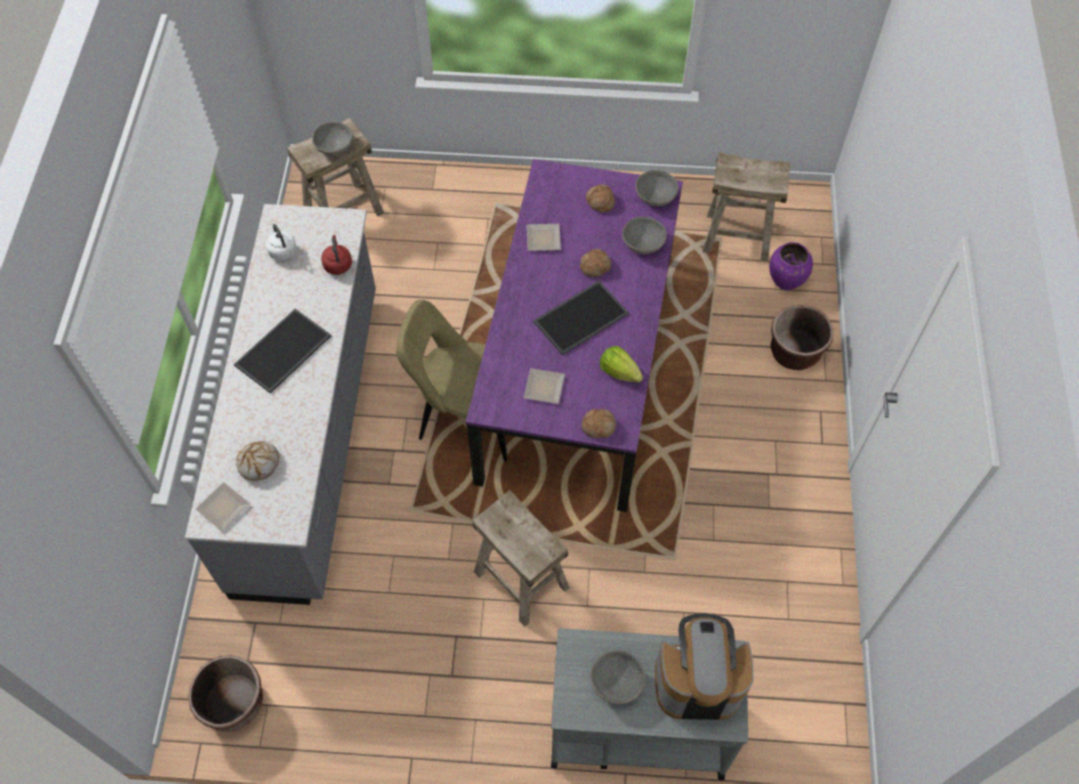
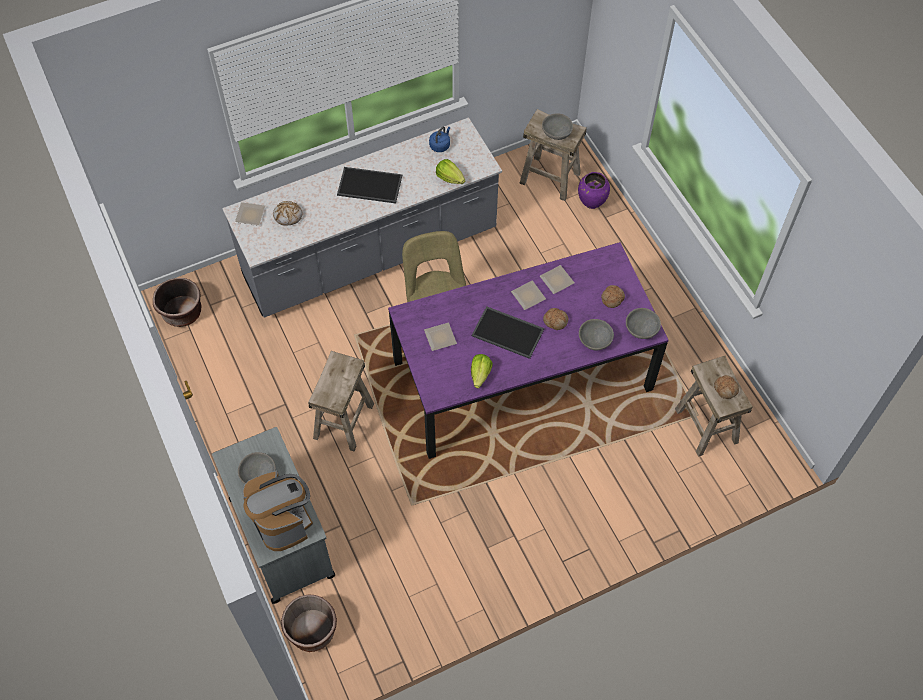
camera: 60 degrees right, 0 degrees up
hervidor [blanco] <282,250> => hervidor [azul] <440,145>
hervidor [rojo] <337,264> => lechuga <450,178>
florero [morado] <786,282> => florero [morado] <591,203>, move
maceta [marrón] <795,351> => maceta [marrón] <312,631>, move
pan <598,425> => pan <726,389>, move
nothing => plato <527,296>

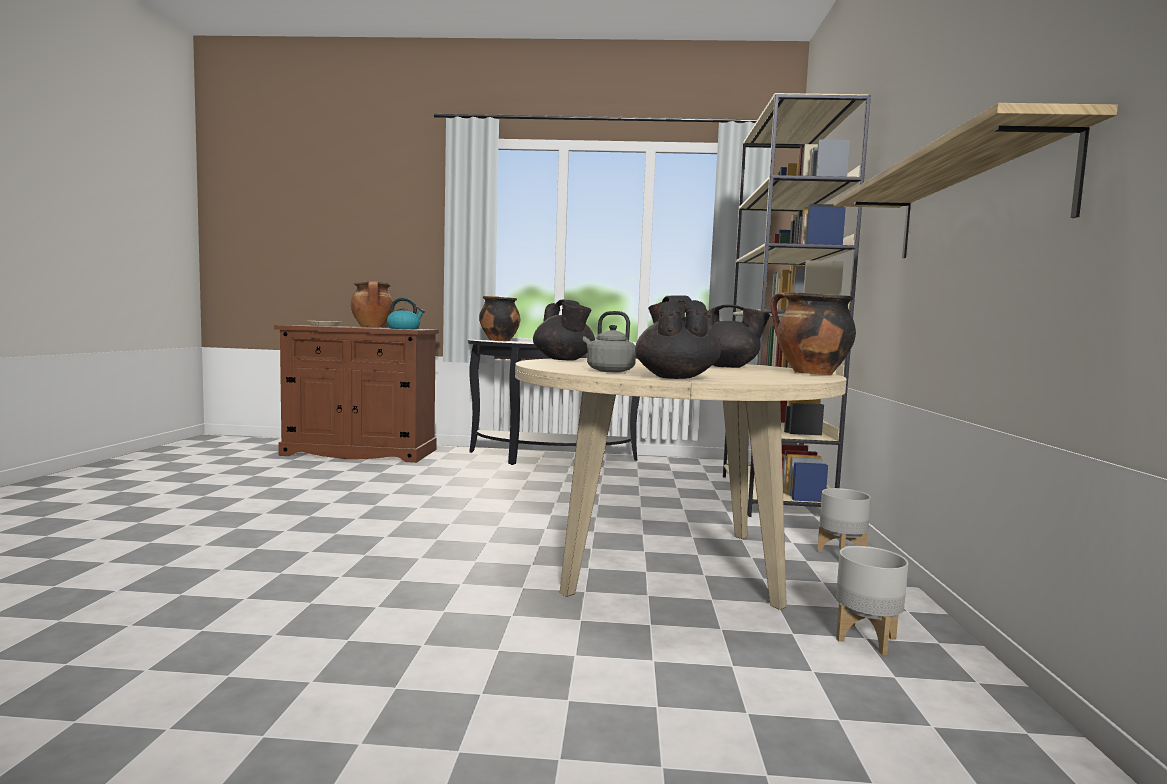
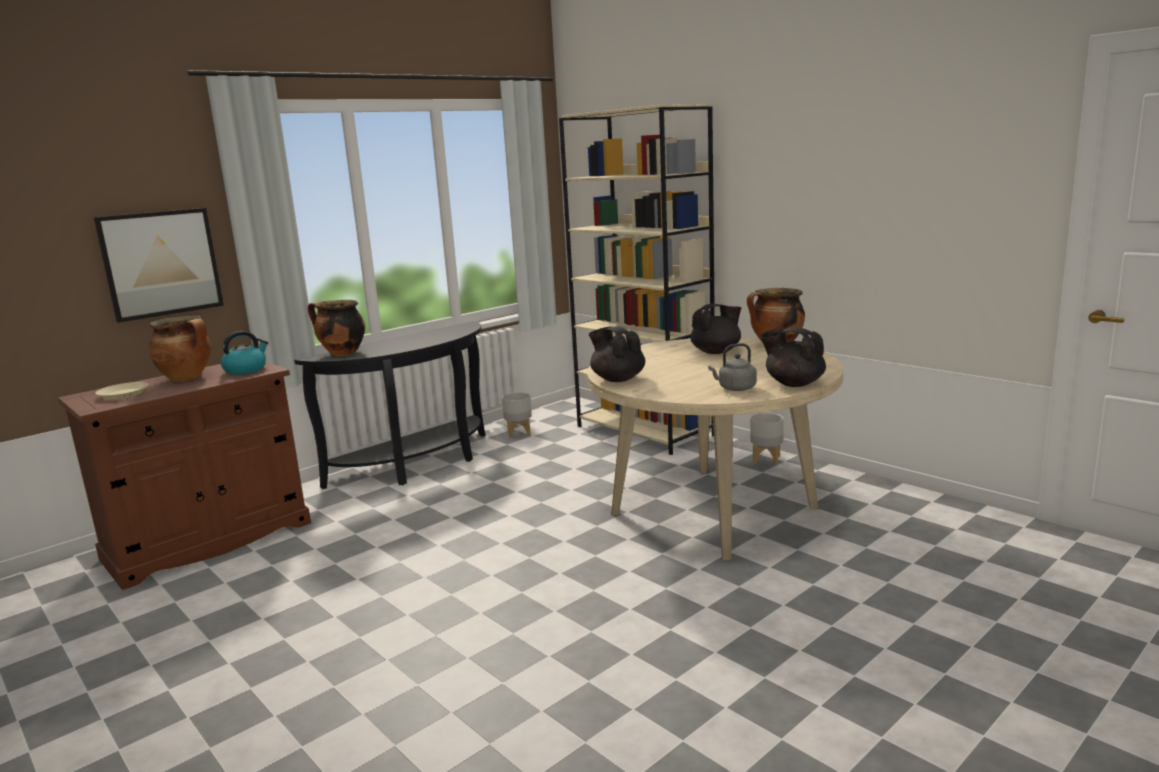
camera: 45 degrees left, 10 degrees up
estante <974,204> => nothing
tetera [negro] <564,360> => tetera [negro] <617,379>, 150 degrees counterclockwise
maceta [gris] <865,638> => maceta [gris] <518,433>, move
nothing => cuadro <161,263>

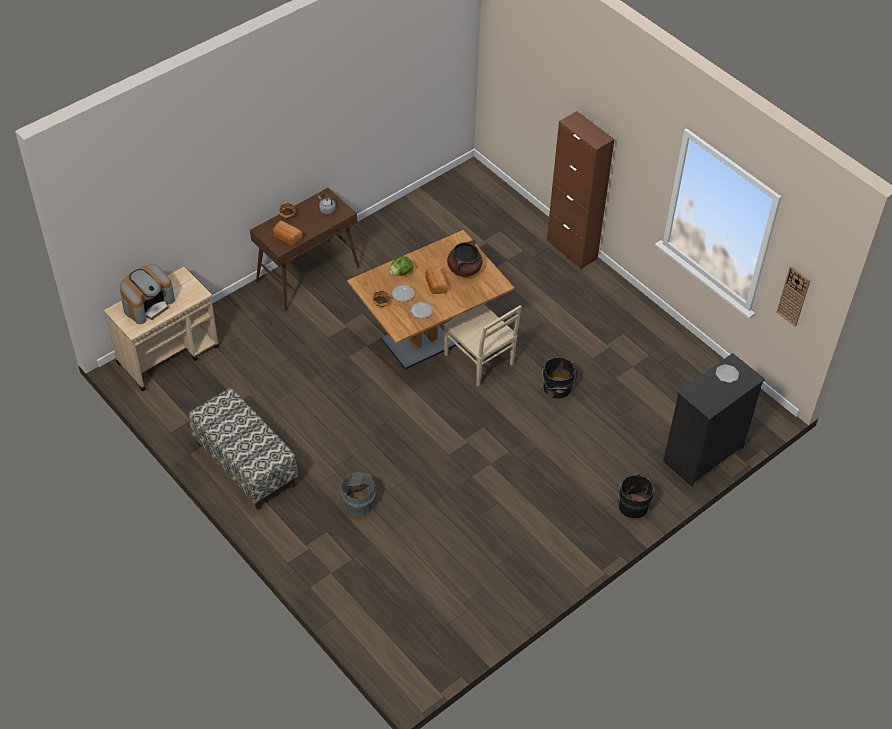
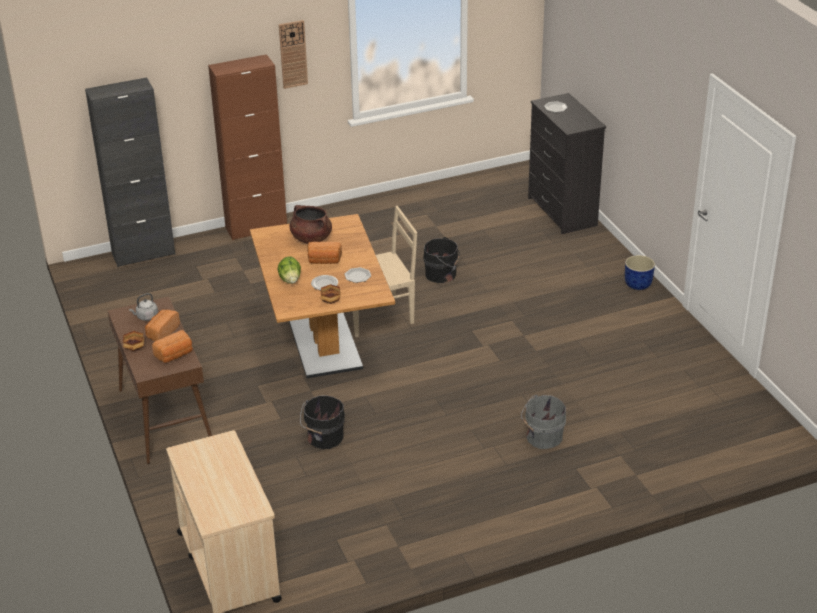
camera: 70 degrees left, 15 degrees down
cafetera <148,304> => nothing
reloj de pared <793,296> => reloj de pared <293,54>, move
banco <245,464> => nothing
cubo [negro] <631,505> => cubo [negro] <324,438>, move
nothing => armario [negro] <143,254>
nothing => maceta [azul] <638,284>
nothing => pan <162,332>

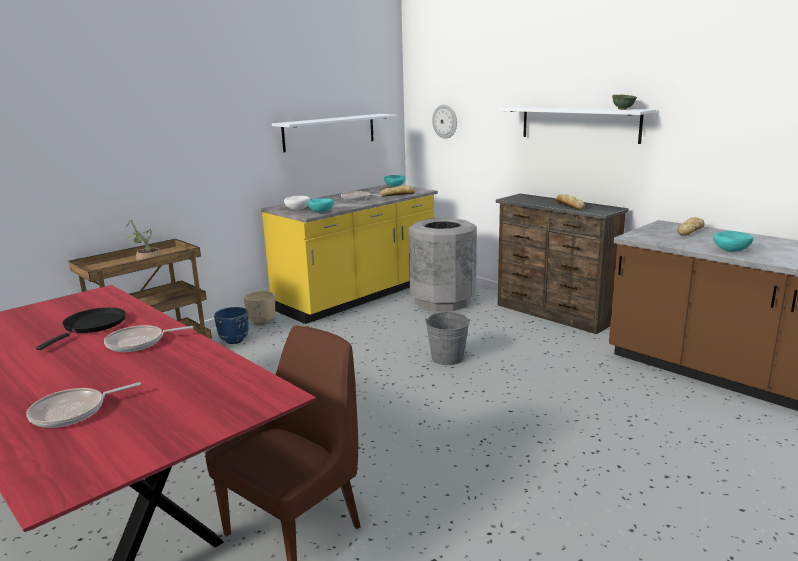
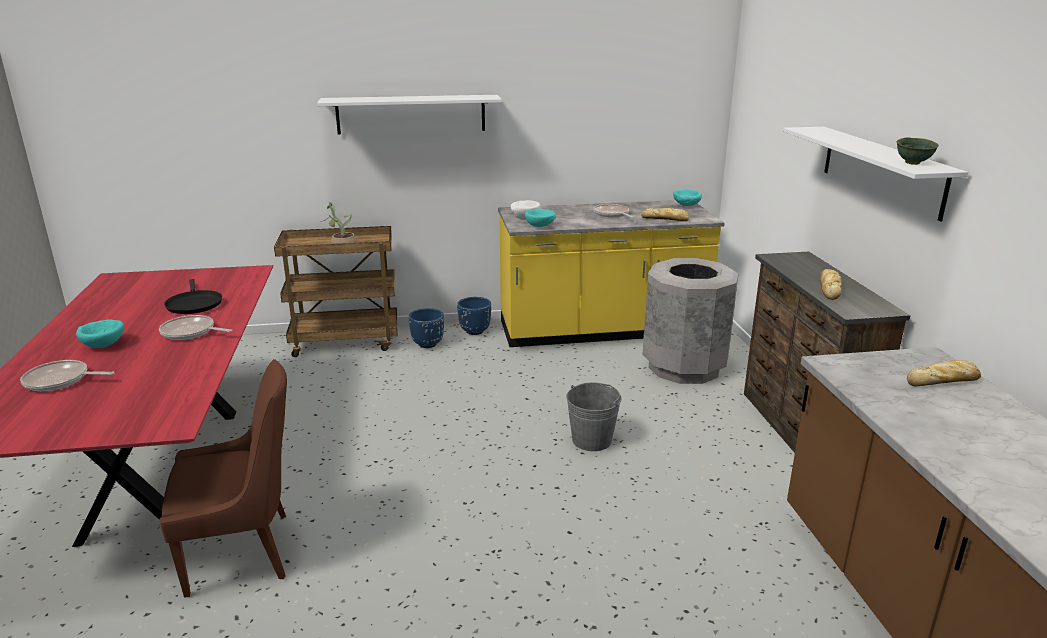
camera: 35 degrees right, 5 degrees up
reloj de pared <445,121> => nothing
estante [blanco] <329,132> => estante [blanco] <411,114>, move
cuenco [turquesa] <730,250> => cuenco [turquesa] <104,345>, move
maceta [beis] <261,322> => maceta [azul] <475,331>
sartén [negro] <92,326> => sartén [negro] <194,304>, 105 degrees clockwise

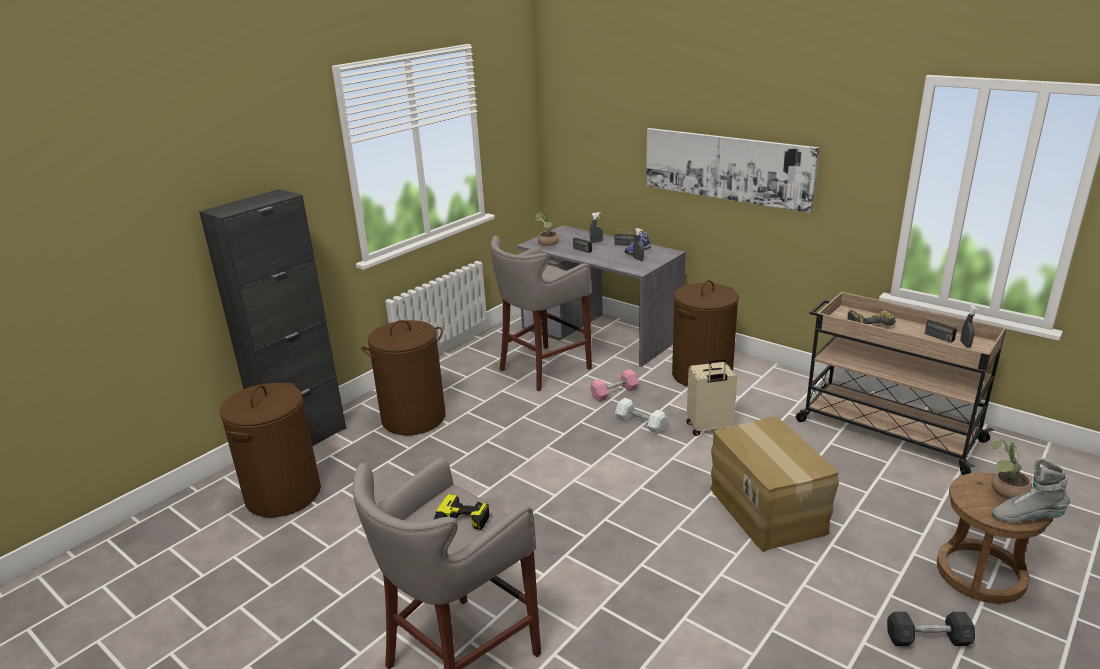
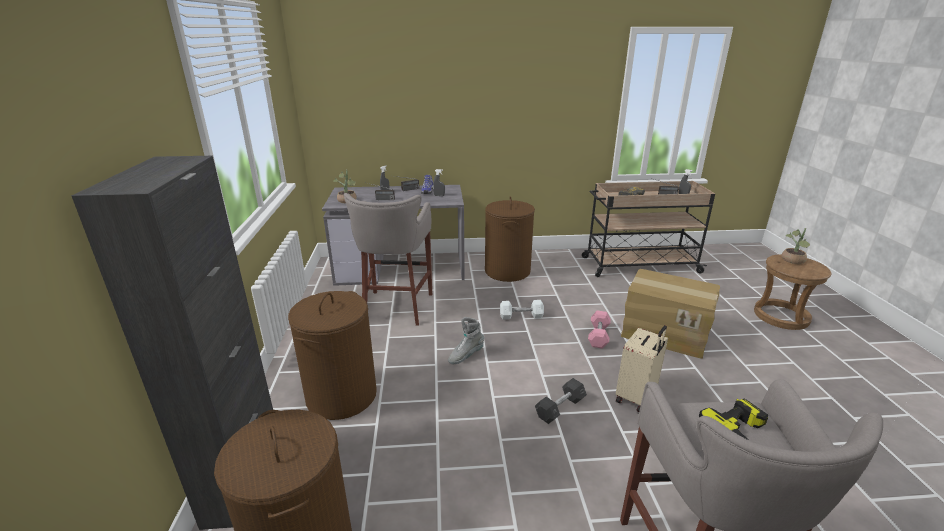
camera: 45 degrees left, 0 degrees up
cuadro <726,167> => nothing
maleta [beis] <709,428> => maleta [beis] <636,397>, move
mancuerna [rosa] <614,393> => mancuerna [rosa] <598,336>, move
bota [gris] <1026,517> => bota [gris] <466,356>, move
mancuerna [gris] <927,639> => mancuerna [gris] <560,408>, move

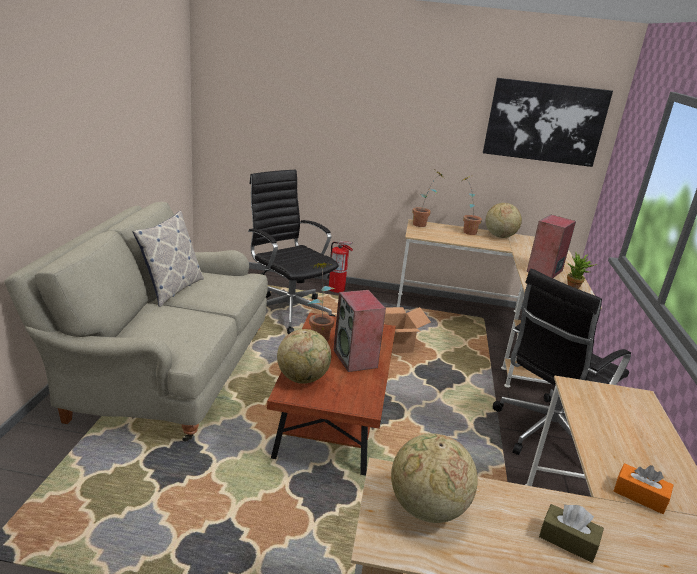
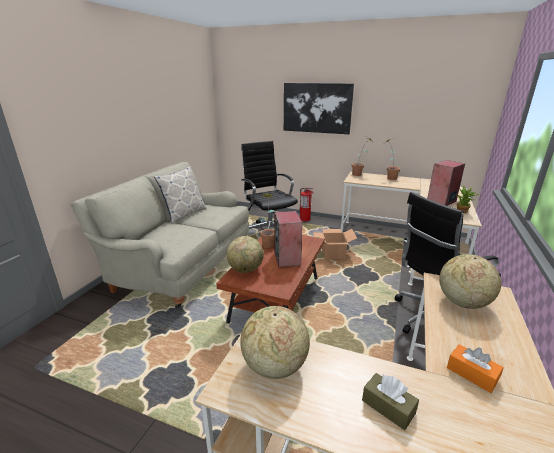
camera: 15 degrees right, 0 degrees up
cuadro <545,122> => cuadro <317,108>, move
globo terráqueo <499,236> => globo terráqueo <462,302>, move

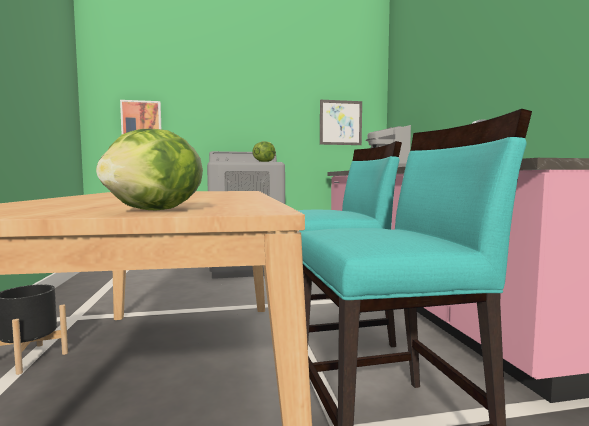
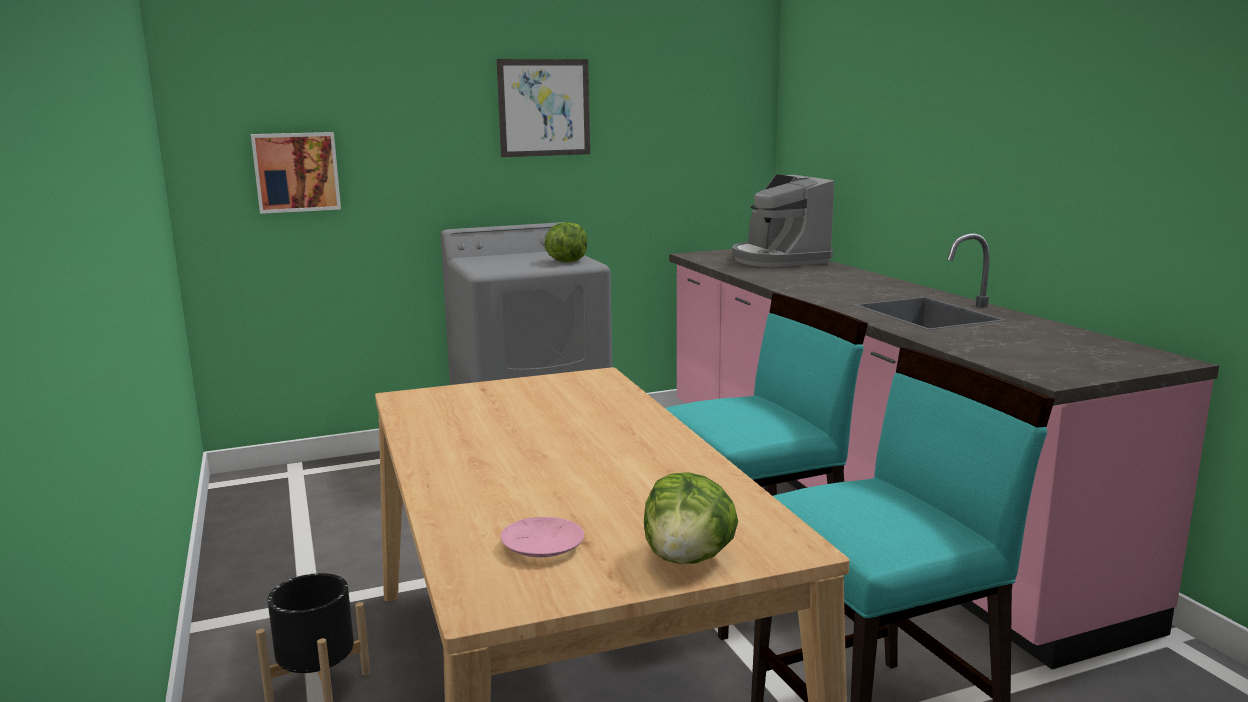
camera: 10 degrees left, 10 degrees up
cuadro <340,122> => cuadro <544,108>, move
nothing => plato [rosa] <542,546>

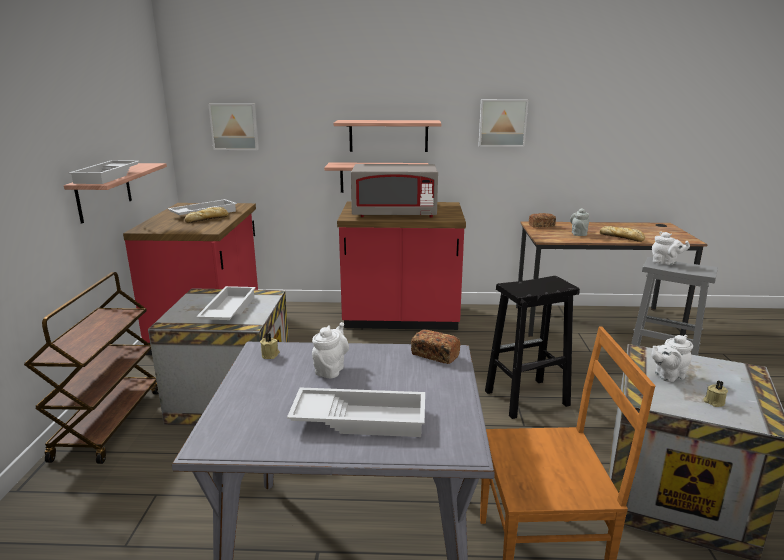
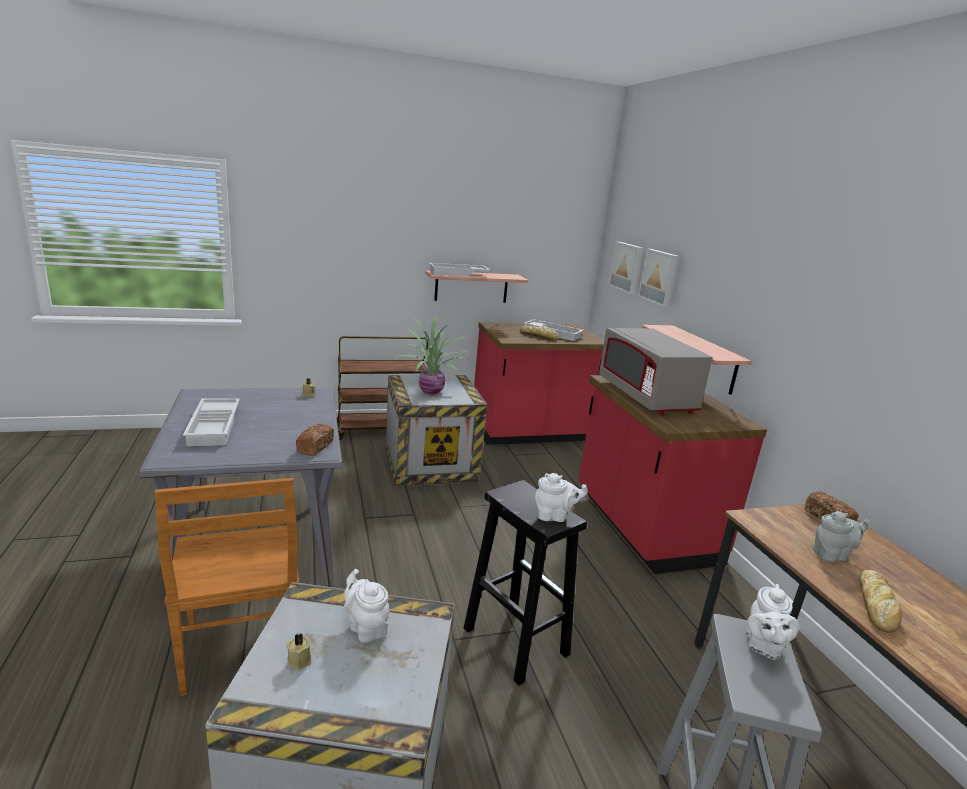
camera: 70 degrees right, 0 degrees up
cuadro <502,122> => cuadro <660,277>, move
estante <388,136> => nothing
bandeja [blanco] <227,310> => planta en maceta <431,391>
tetera [blanco] <331,369> => tetera [blanco] <555,516>, move

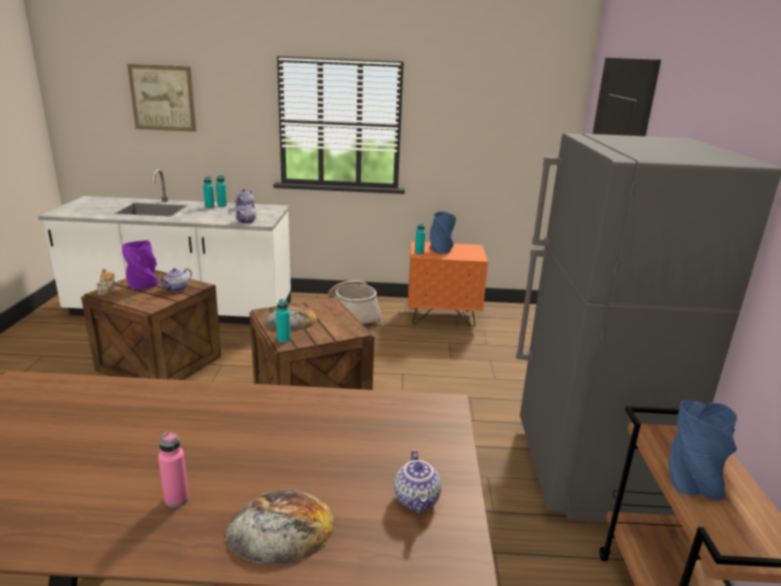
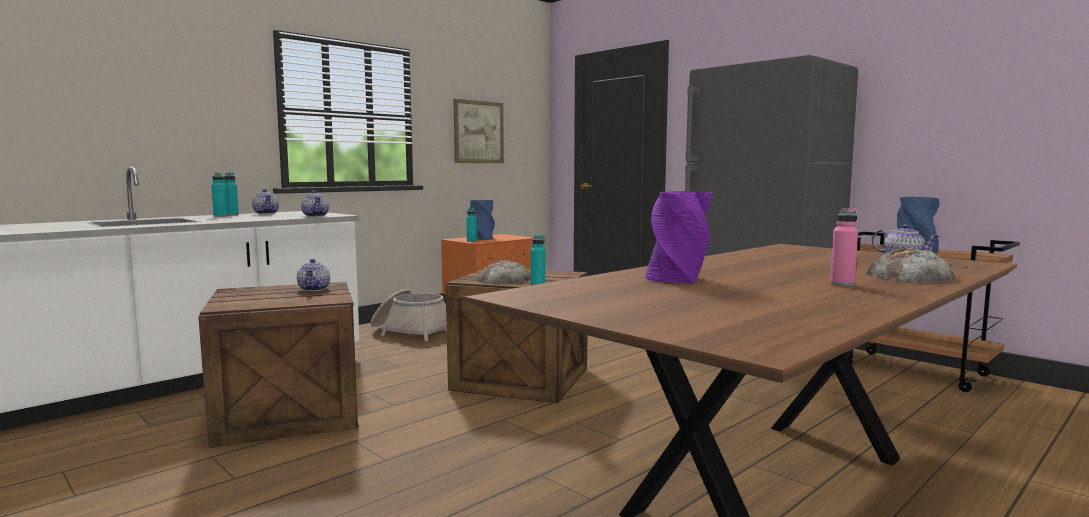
camera: 45 degrees left, 15 degrees down
cuadro <163,98> => cuadro <478,132>, move
florero [morado] <144,285> => florero [morado] <678,279>, move
tetera <107,290> => nothing

